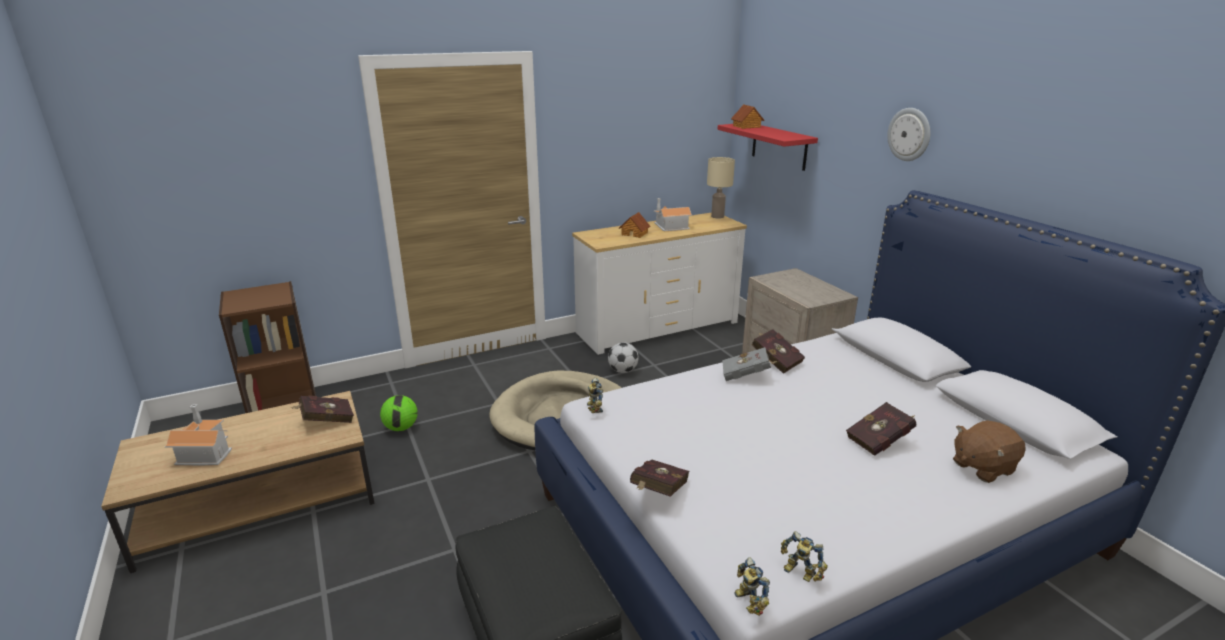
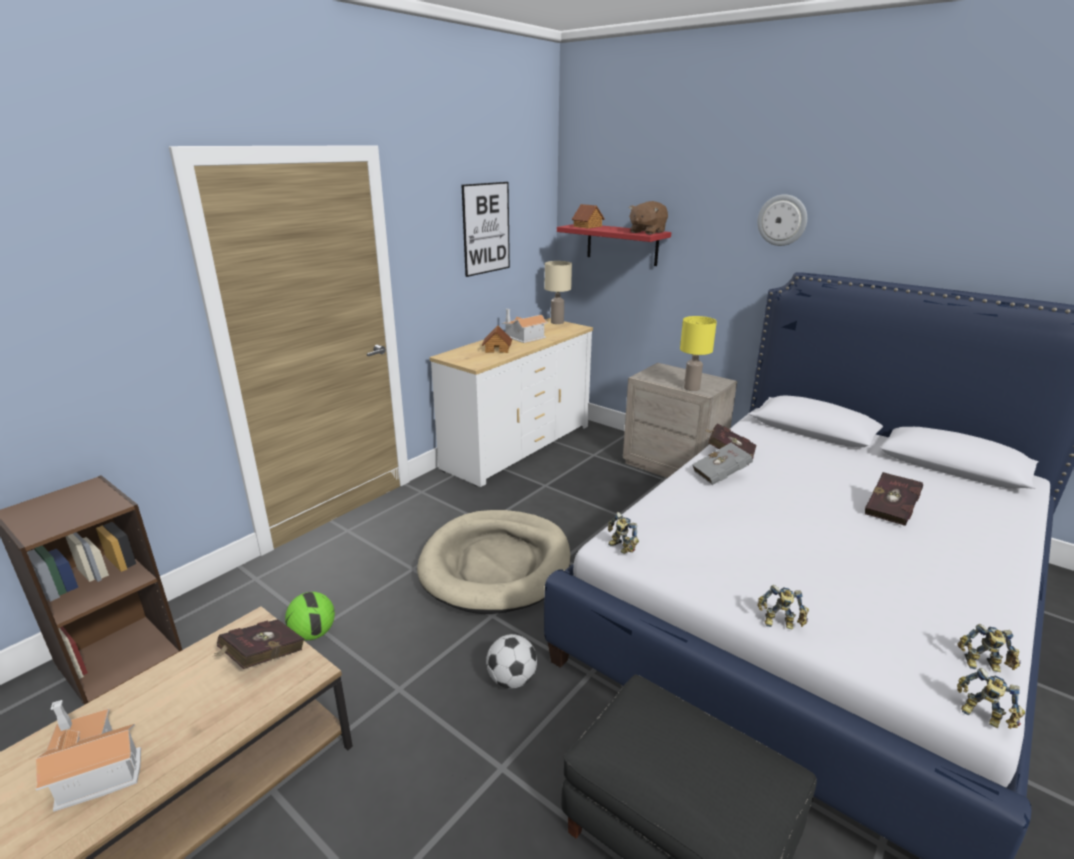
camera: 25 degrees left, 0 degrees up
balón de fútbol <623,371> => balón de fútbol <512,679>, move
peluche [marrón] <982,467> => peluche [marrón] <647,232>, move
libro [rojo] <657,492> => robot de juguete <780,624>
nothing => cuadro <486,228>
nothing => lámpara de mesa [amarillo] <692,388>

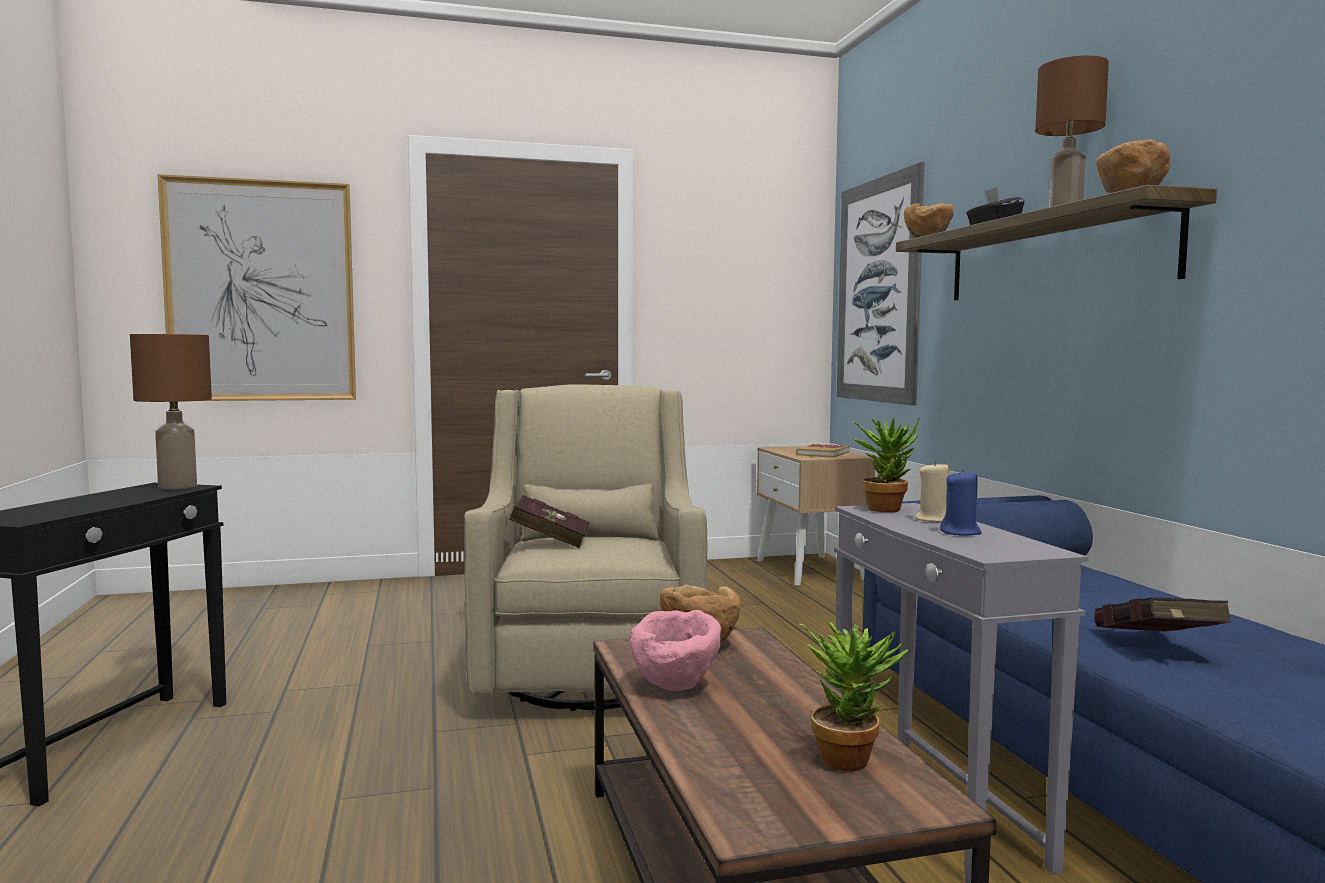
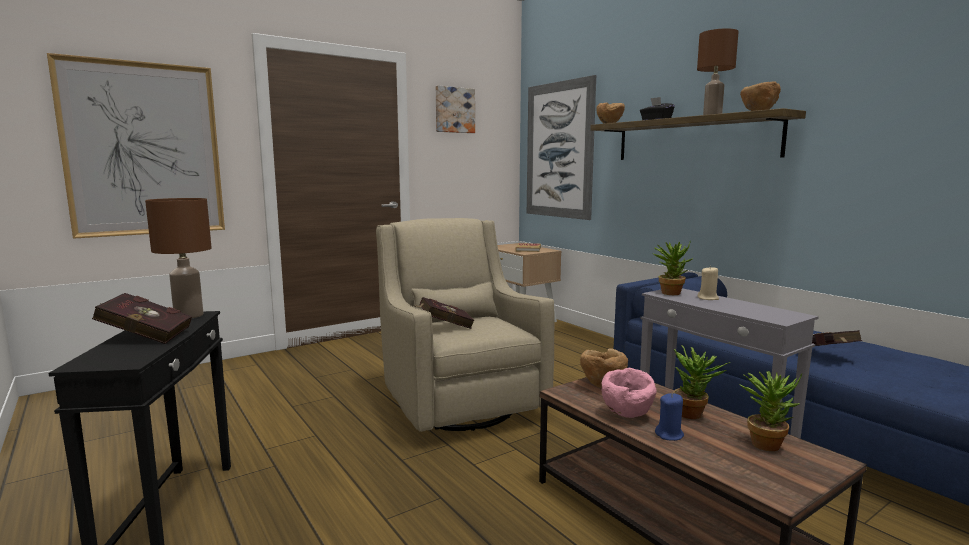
camera: 20 degrees left, 5 degrees up
vela [azul] <960,532> => vela [azul] <669,435>, move
nothing => cuadro <454,110>
nothing => libro [rojo] <143,337>
nothing => planta en maceta <695,415>

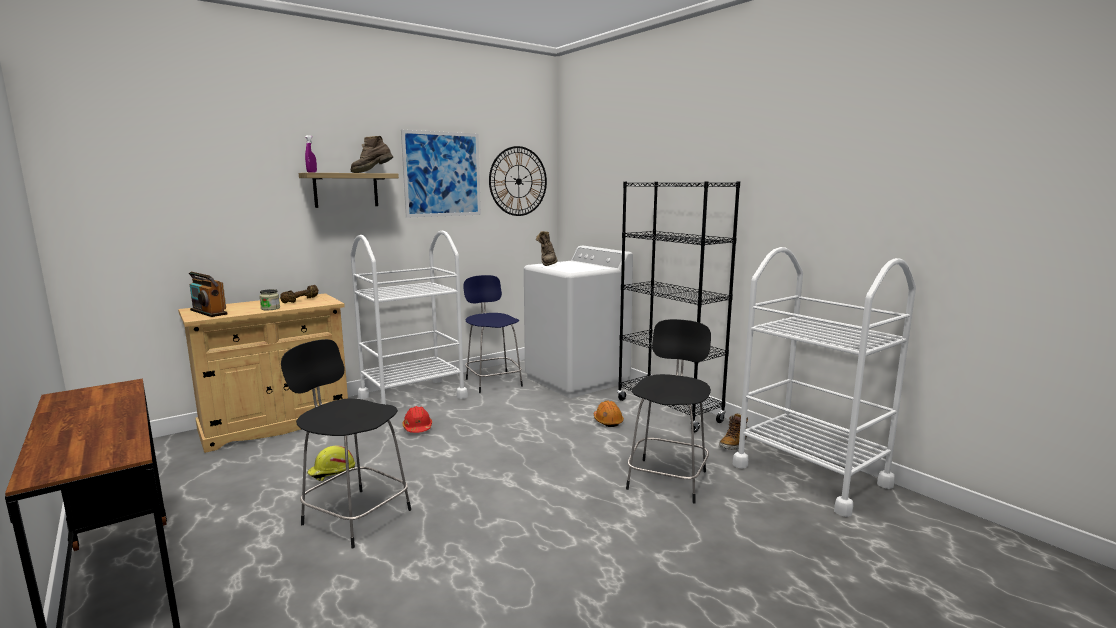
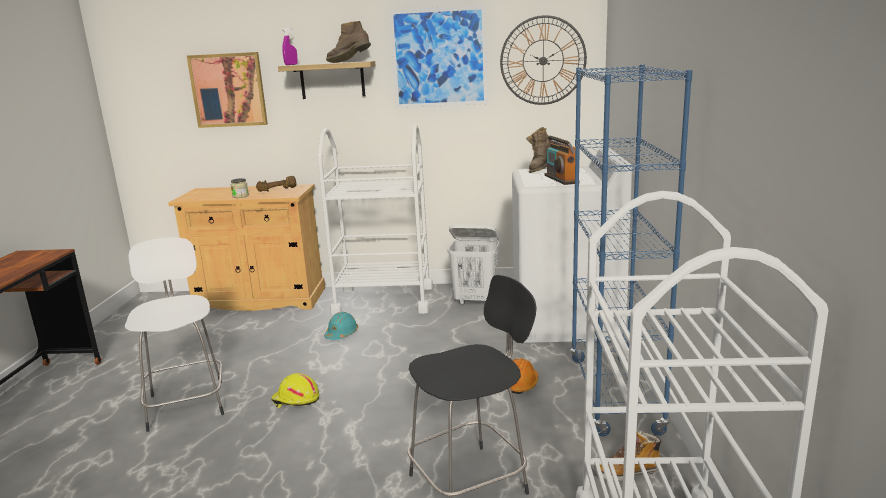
camera: 40 degrees right, 5 degrees up
estantería [negro] <668,411> => estantería [azul] <614,395>
radio <208,312> => radio <561,179>, move
taburete [azul] <493,382> => cesto de la ropa [blanco] <476,301>
taburete [negro] <354,516> => taburete [blanco] <186,403>
casco [rojo] <417,428> => casco [turquesa] <341,334>
casco [amarillo] <331,472> => casco [amarillo] <295,400>, move
nothing => cuadro <228,90>

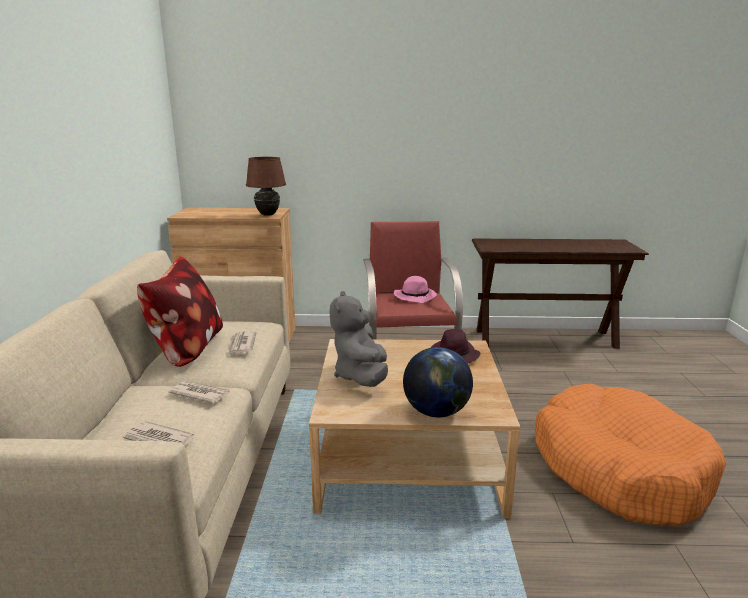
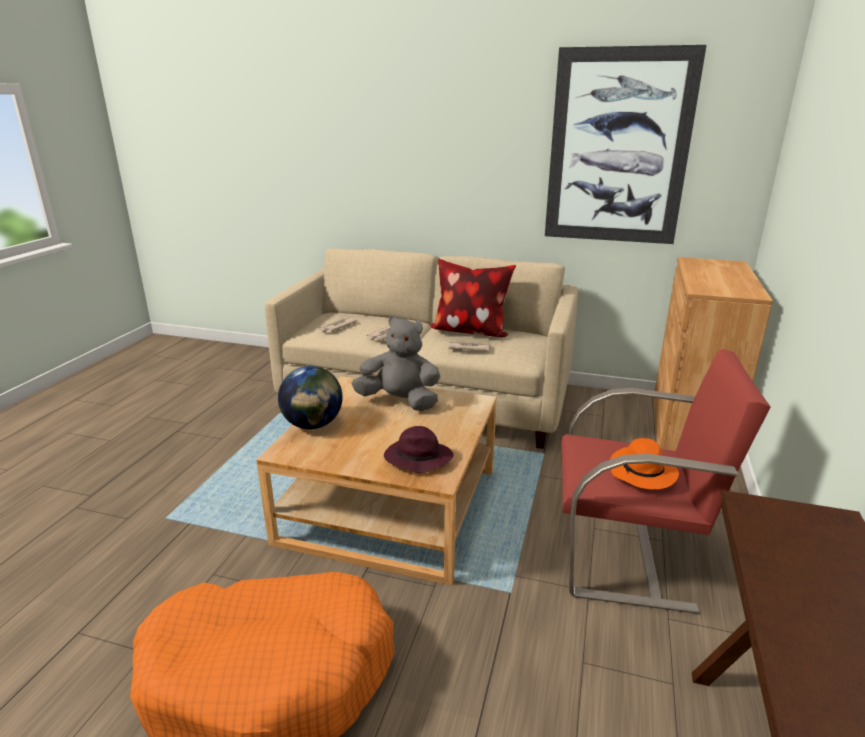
camera: 105 degrees right, 5 degrees up
lámpara de mesa [marrón] <268,215> => nothing
sombrero [rosa] <415,296> => sombrero [naranja] <642,472>
nothing => cuadro <618,148>

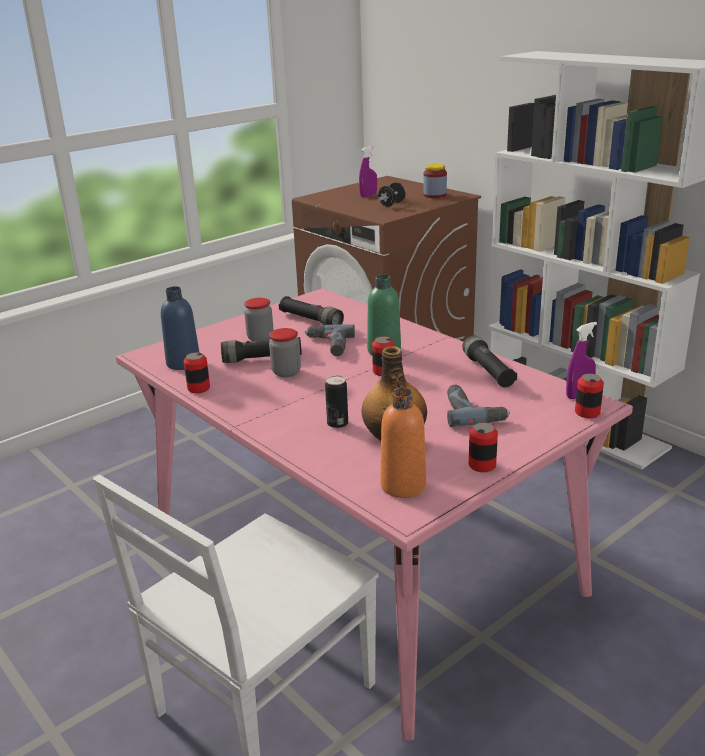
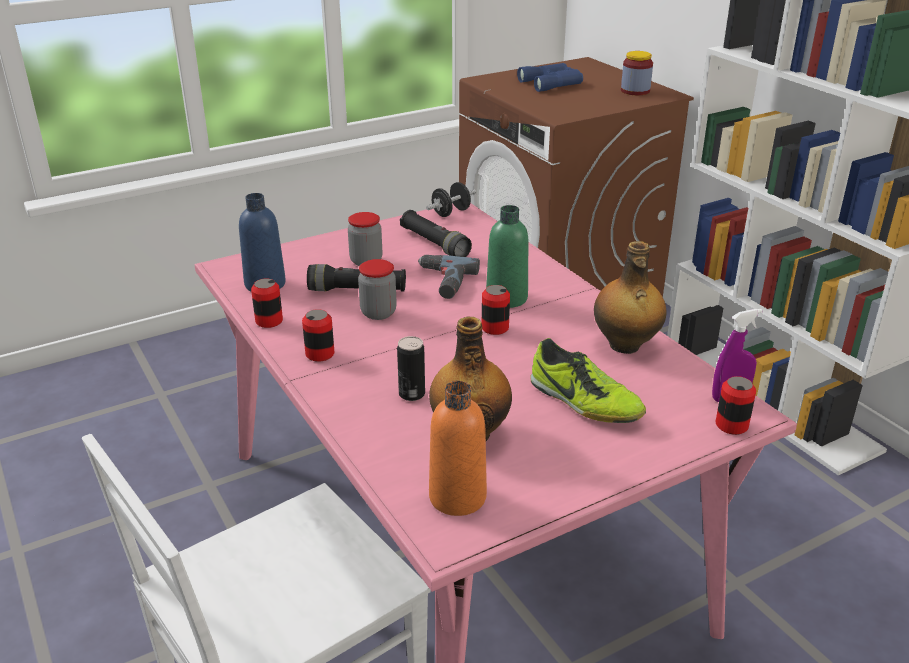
camera: 10 degrees right, 5 degrees up
pulverizador [morado] <368,195> => prismáticos [azul] <553,83>
mancuerna [negro] <392,204> => mancuerna [negro] <451,212>, move
linterna [negro] <488,371> => botella <625,345>
taladro <473,412> => zapato <584,402>
lata <482,465> => lata <320,354>, move

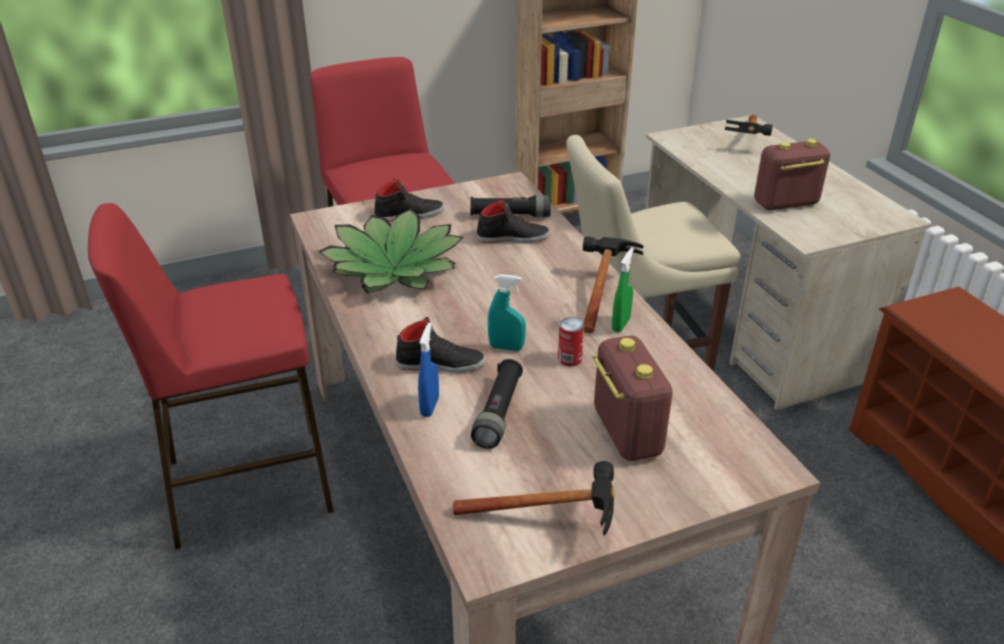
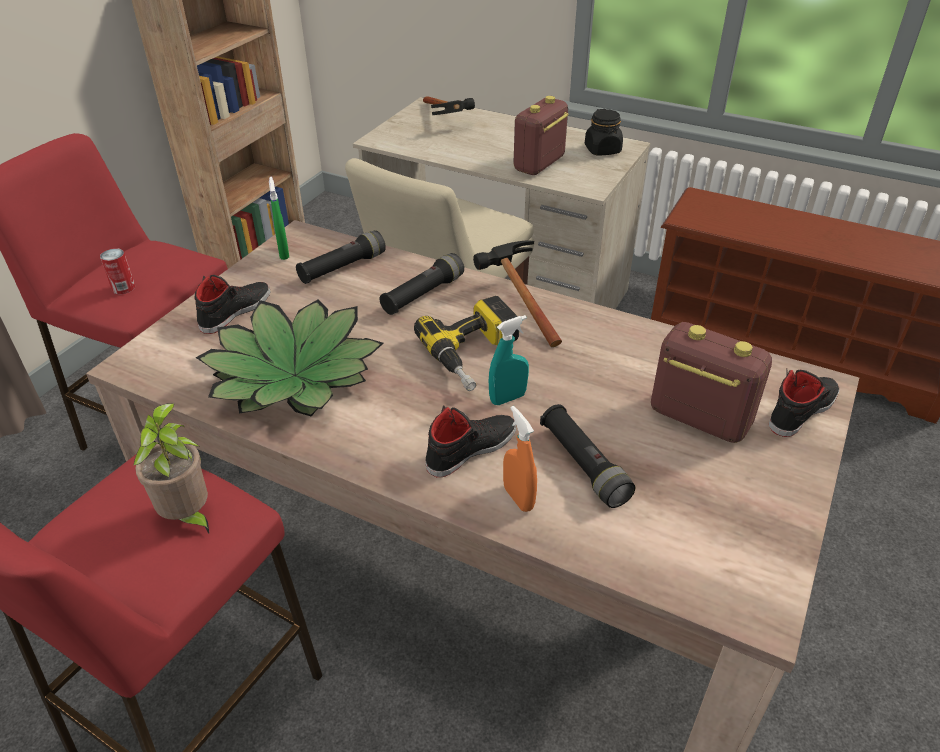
camera: 40 degrees left, 5 degrees up
zapato [negro] <512,237> => zapato [negro] <801,409>, move
pulverizador [verde] <620,324> => pulverizador [verde] <284,253>, move
lata <569,359> => lata <123,287>, move
pulverizador [azul] <429,406> => pulverizador [naranja] <518,498>
martillo <555,521> => nothing
nothing => tarro [negro] <602,150>
nothing => linterna [negro] <423,295>
nothing => taladro <476,354>
nothing => planta en maceta <188,517>

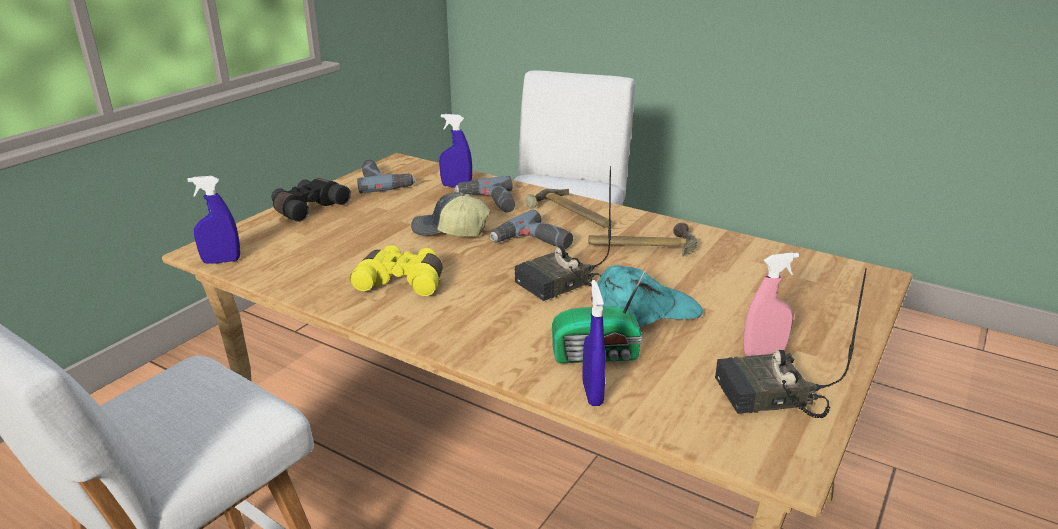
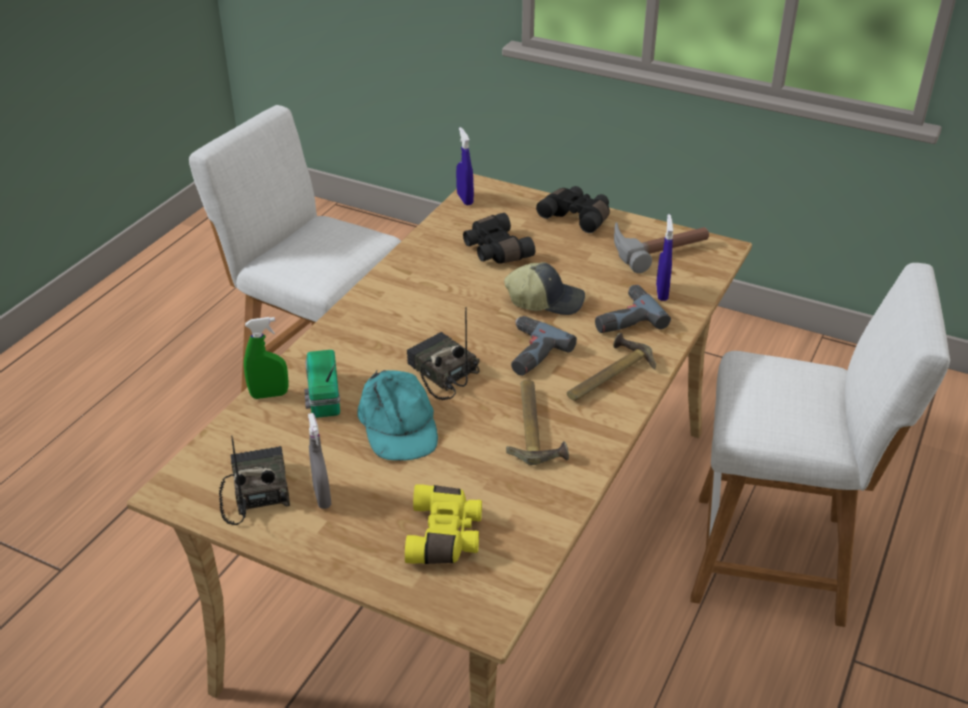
camera: 85 degrees right, 10 degrees up
taladro <384,182> => martillo <657,247>
gorra <450,231> => gorra <545,300>, 90 degrees clockwise
prismáticos [amarillo] <403,281> => prismáticos [amarillo] <446,536>, move
pulverizador [rosa] <763,353> => pulverizador [gris] <322,497>
pulverizador [azul] <592,393> => pulverizador [verde] <269,394>
nothing => prismáticos [negro] <495,250>

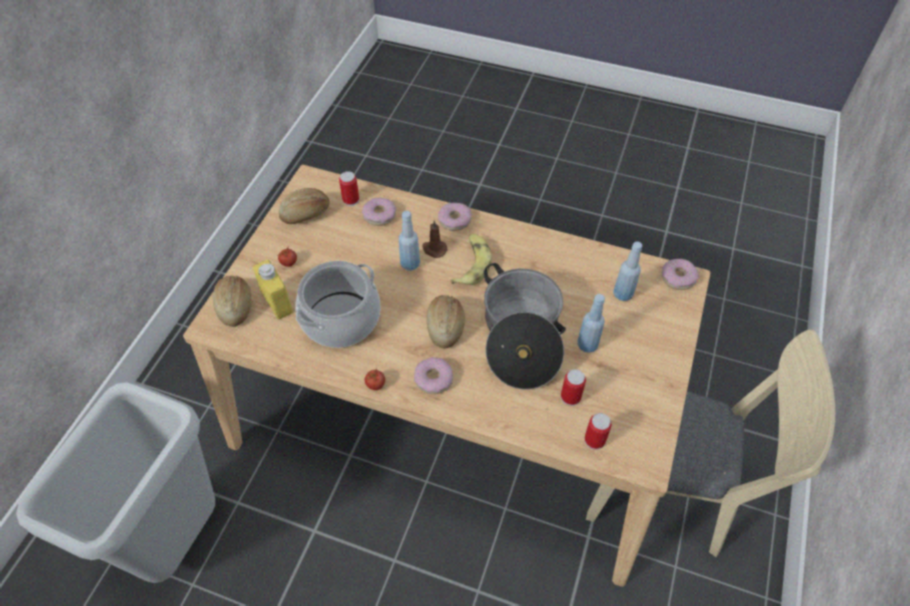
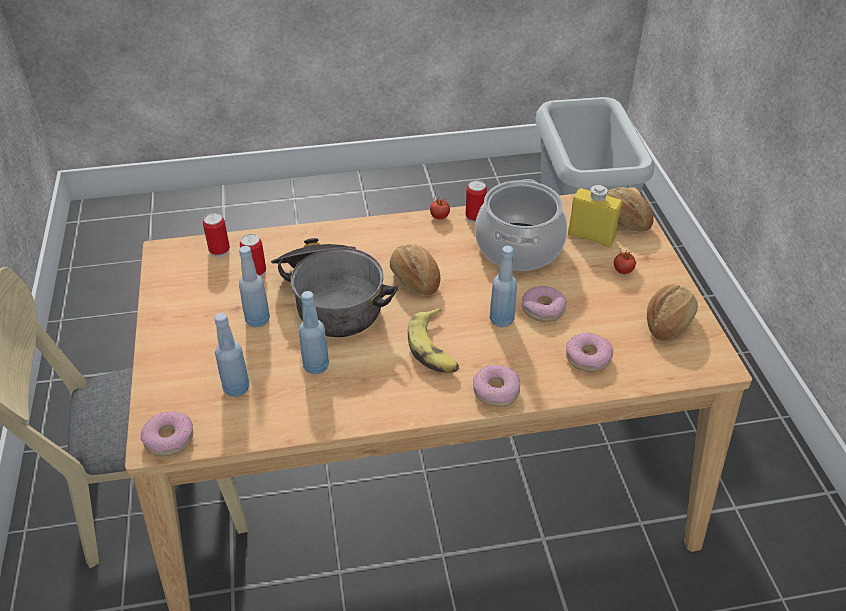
camera: 150 degrees right, 10 degrees down
lata <351,200> => lata <475,217>, move
vela [marrón] <434,249> => nothing
rosquilla <433,379> => rosquilla <543,309>, move
nothing => botella [azul] <316,366>

